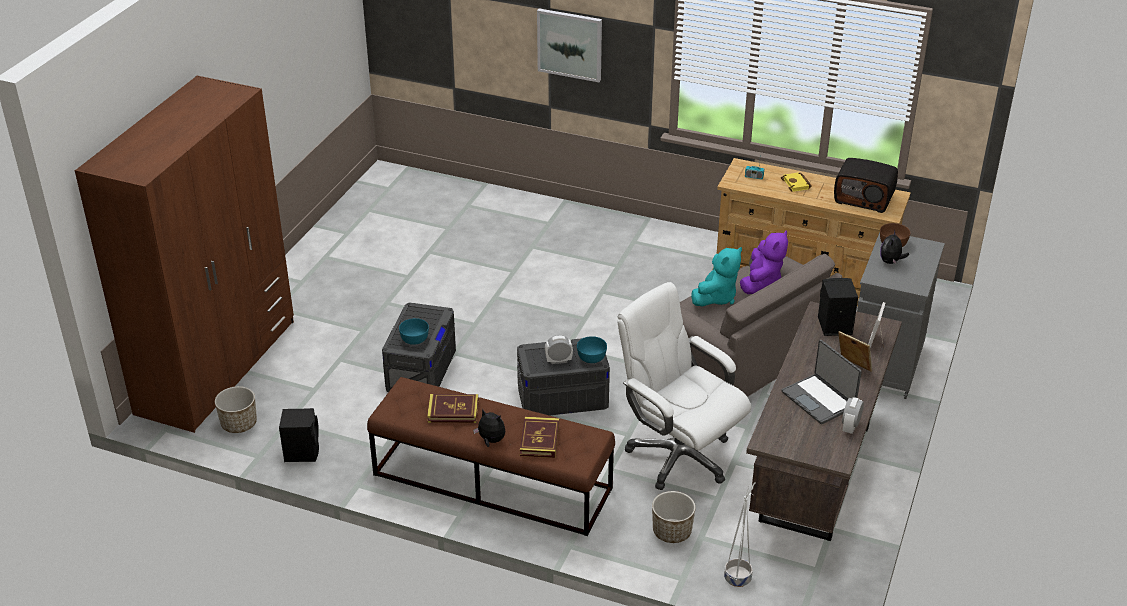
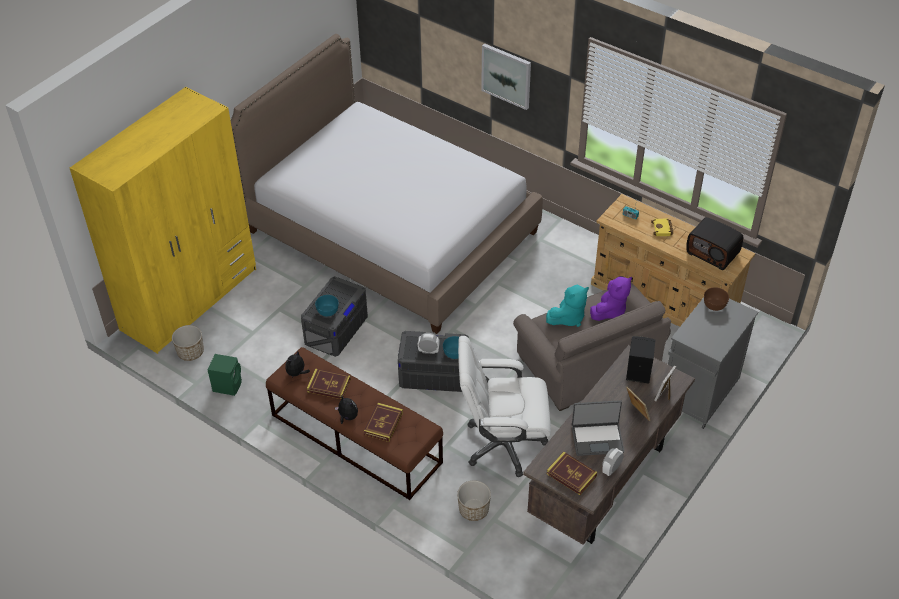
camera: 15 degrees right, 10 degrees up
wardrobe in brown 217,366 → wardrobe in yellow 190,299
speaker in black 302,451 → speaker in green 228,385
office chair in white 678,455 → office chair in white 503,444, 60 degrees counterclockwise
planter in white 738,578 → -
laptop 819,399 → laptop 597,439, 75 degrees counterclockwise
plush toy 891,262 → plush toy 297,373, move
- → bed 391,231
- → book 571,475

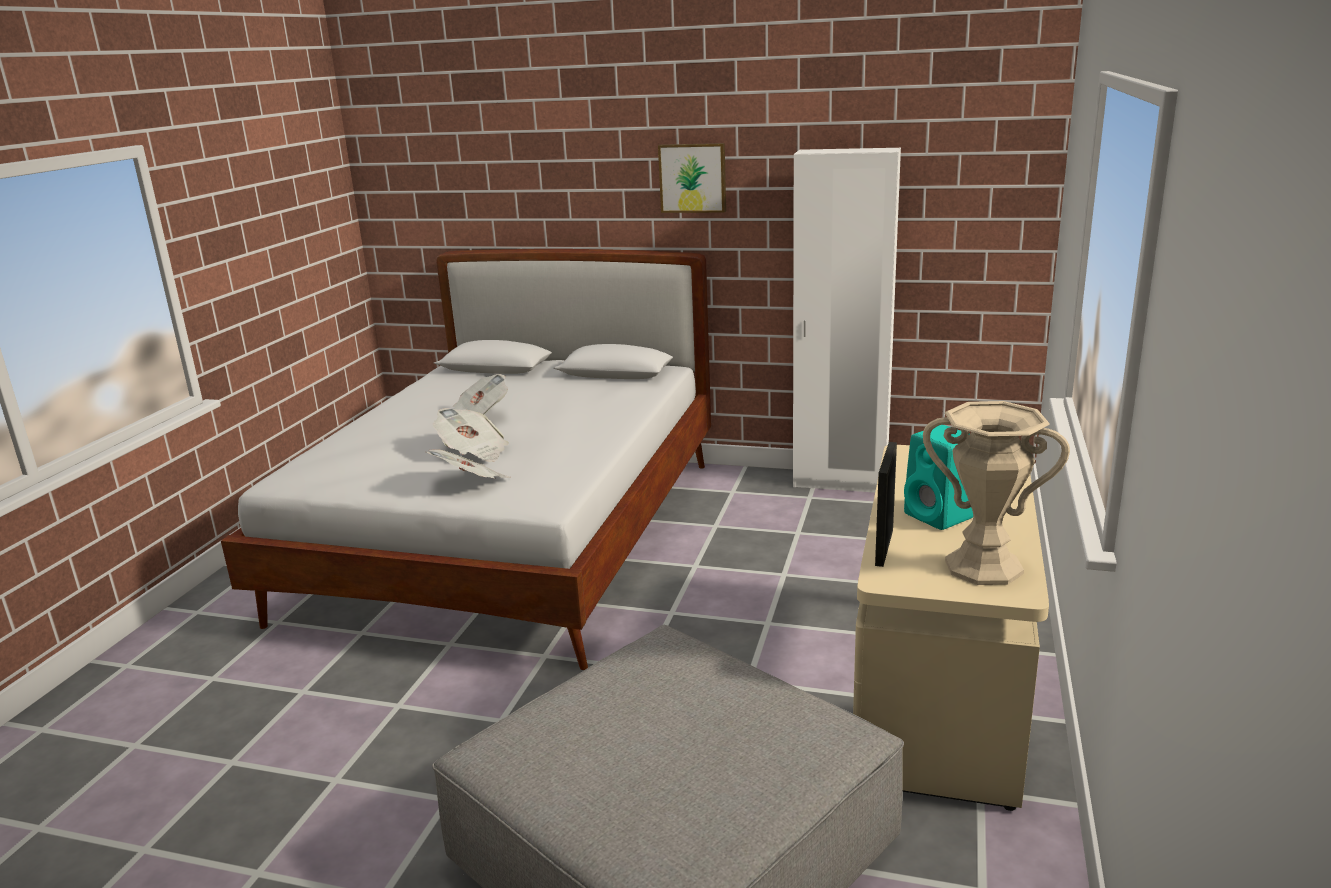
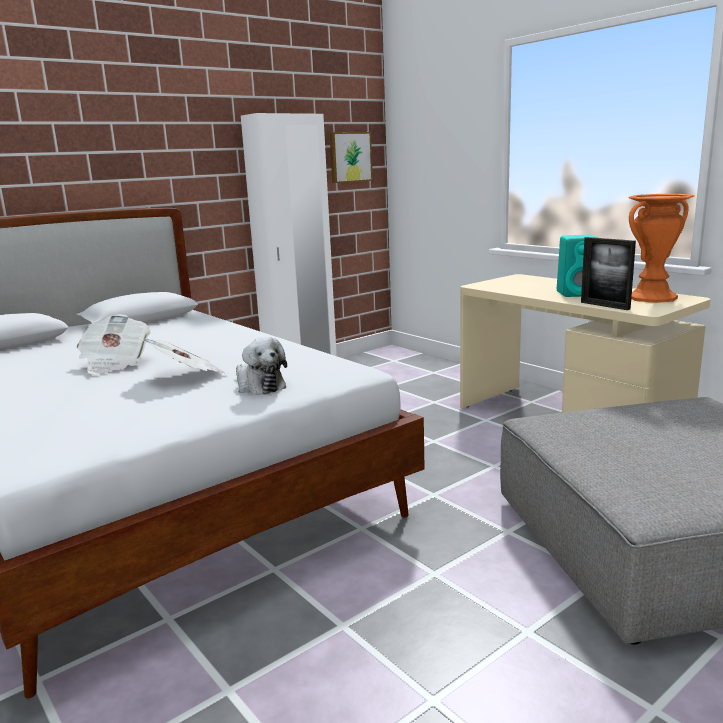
camera: 55 degrees left, 5 degrees down
newspaper 471,483 → plush toy 259,385
picture 693,178 → picture 349,157, move
vase in beige 983,567 → vase in orange 652,297

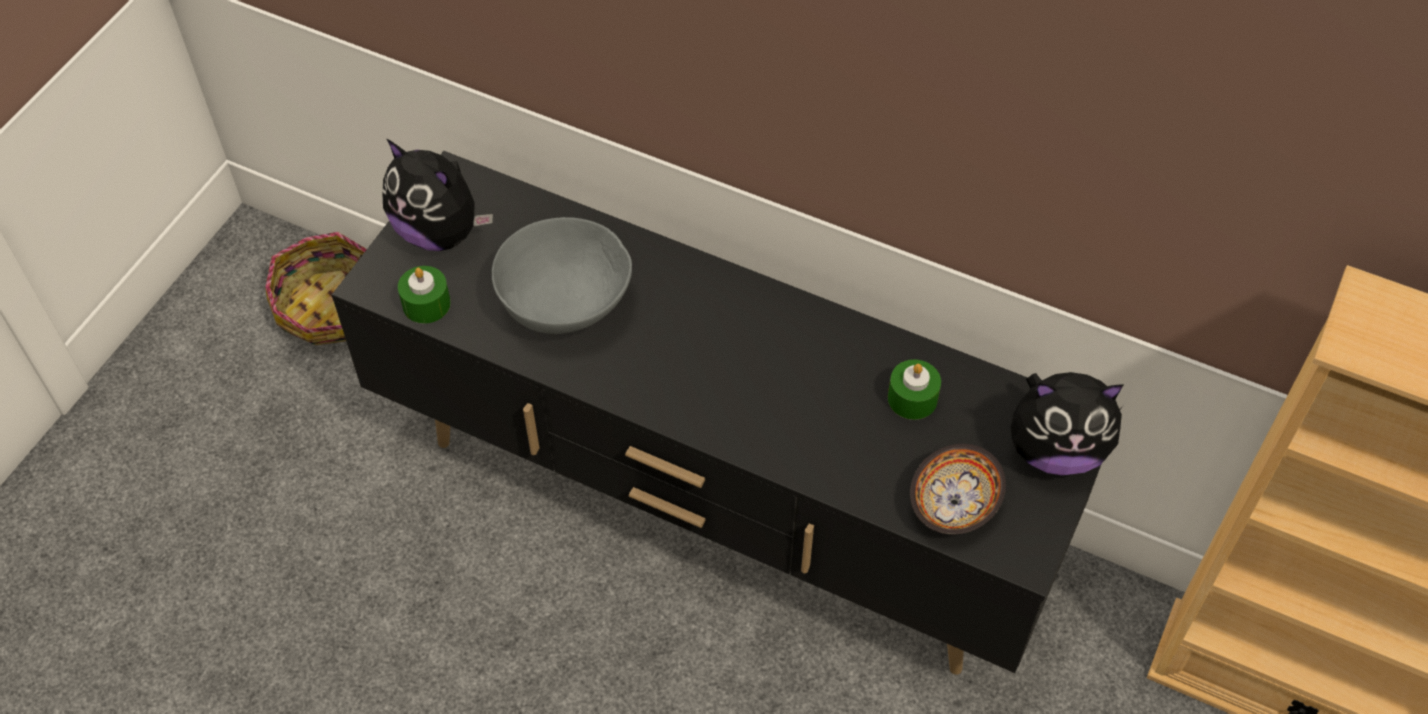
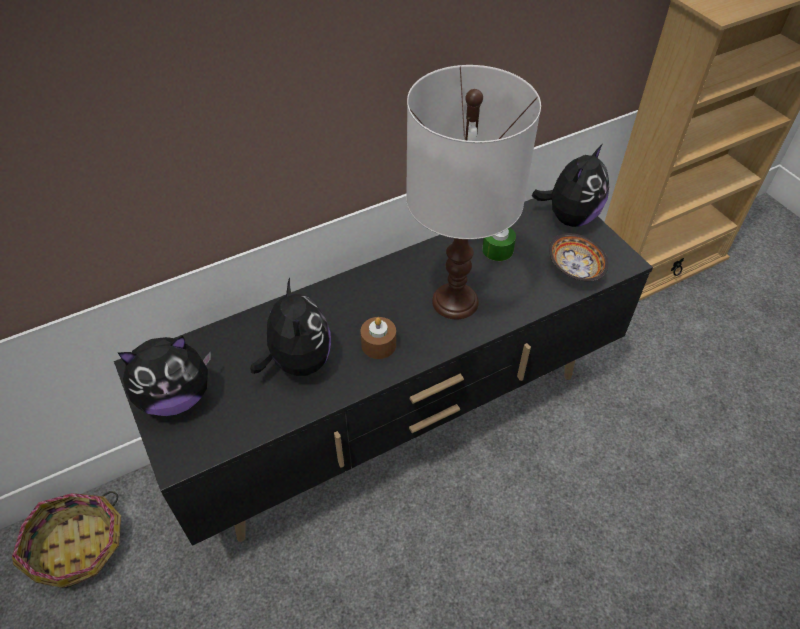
camera: 55 degrees left, 5 degrees down
candle in green 426,304 → -
bowl in grey 565,303 → plush toy 297,362
- → candle in brown 378,344
- → table lamp in white 456,301

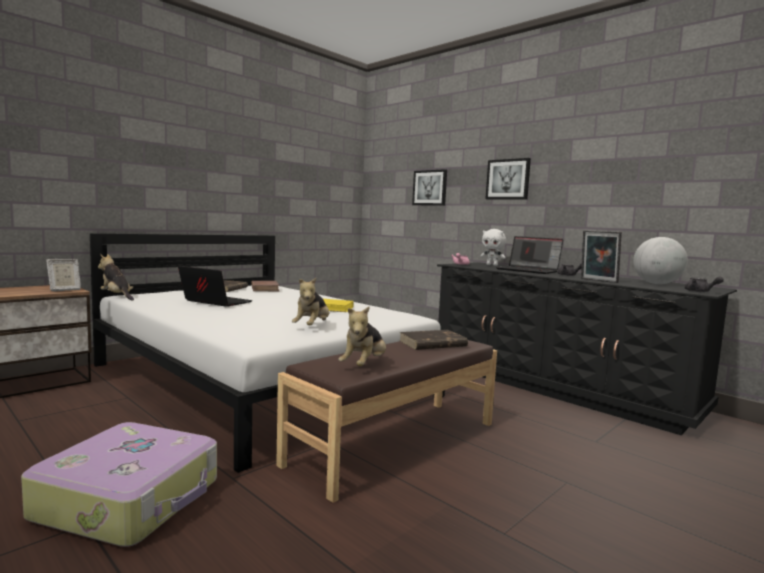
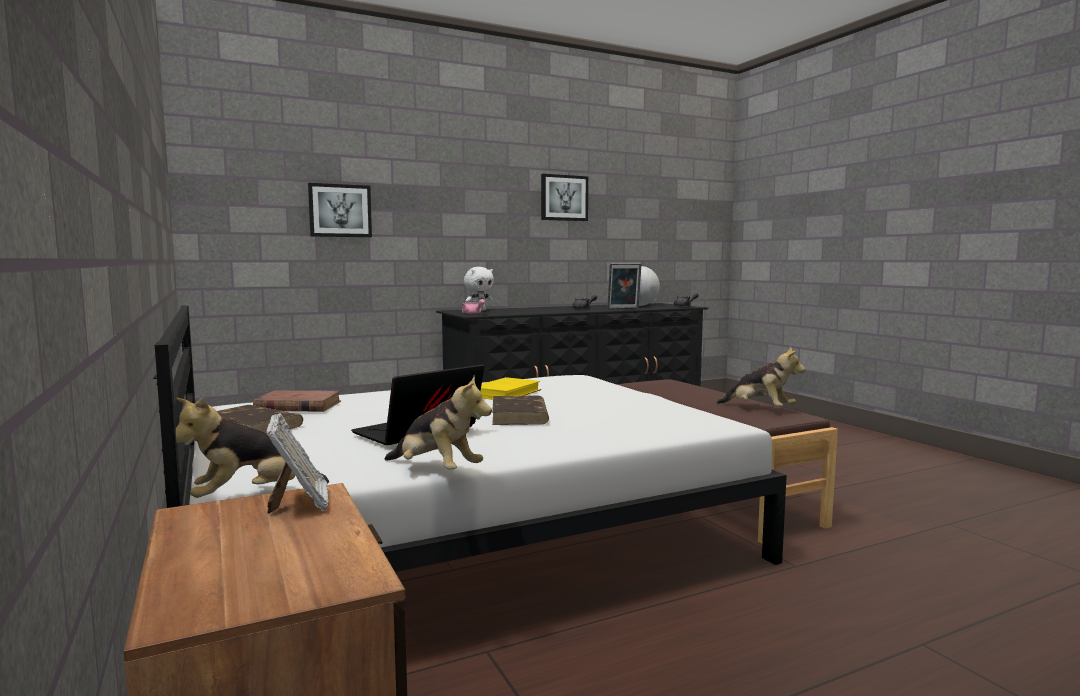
camera: 70 degrees left, 0 degrees up
suitcase 131,499 → -
plush toy 312,327 → plush toy 436,471, move
book in brown 432,344 → book in brown 519,415, move
picture 508,179 → picture 564,198, move
laptop 529,271 → -

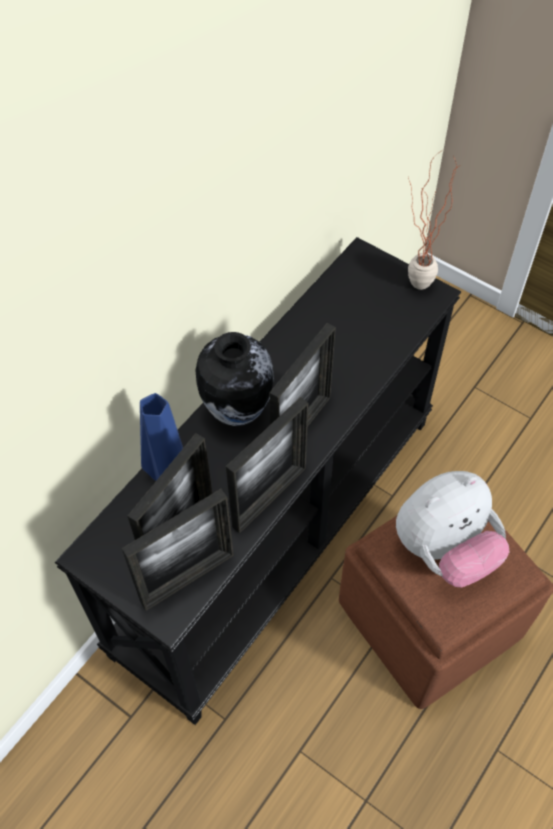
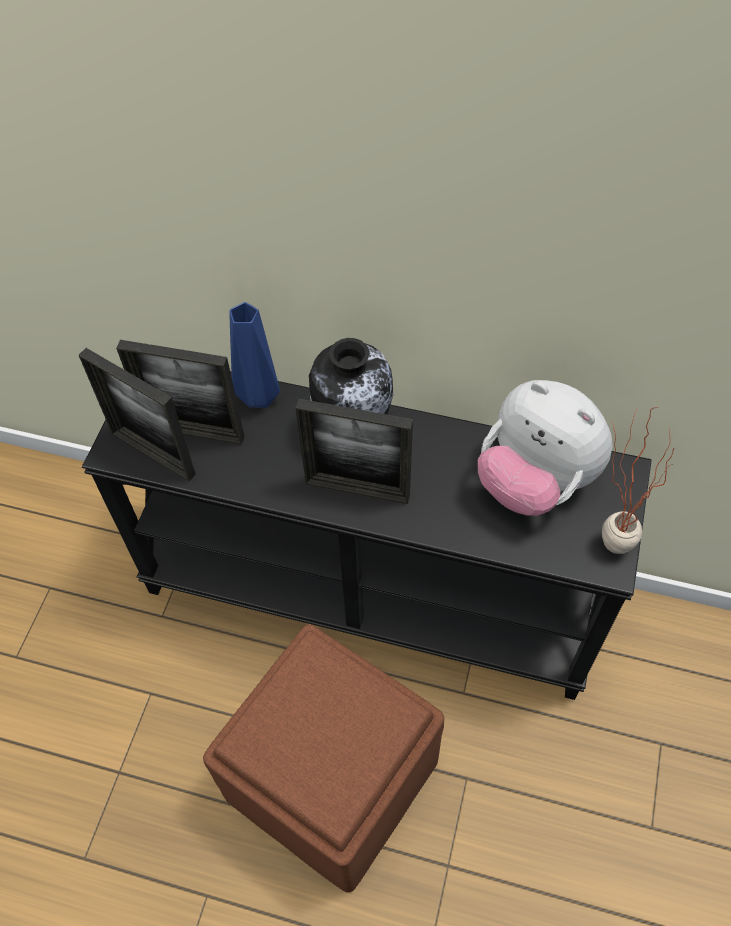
camera: 70 degrees right, 0 degrees up
picture frame 269,497 → -
plush toy 444,549 → plush toy 534,481, move

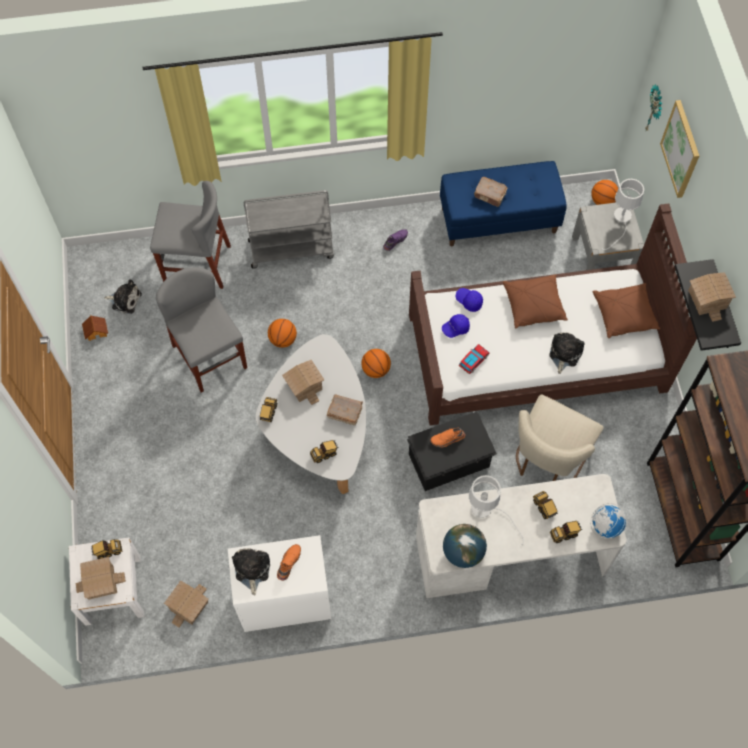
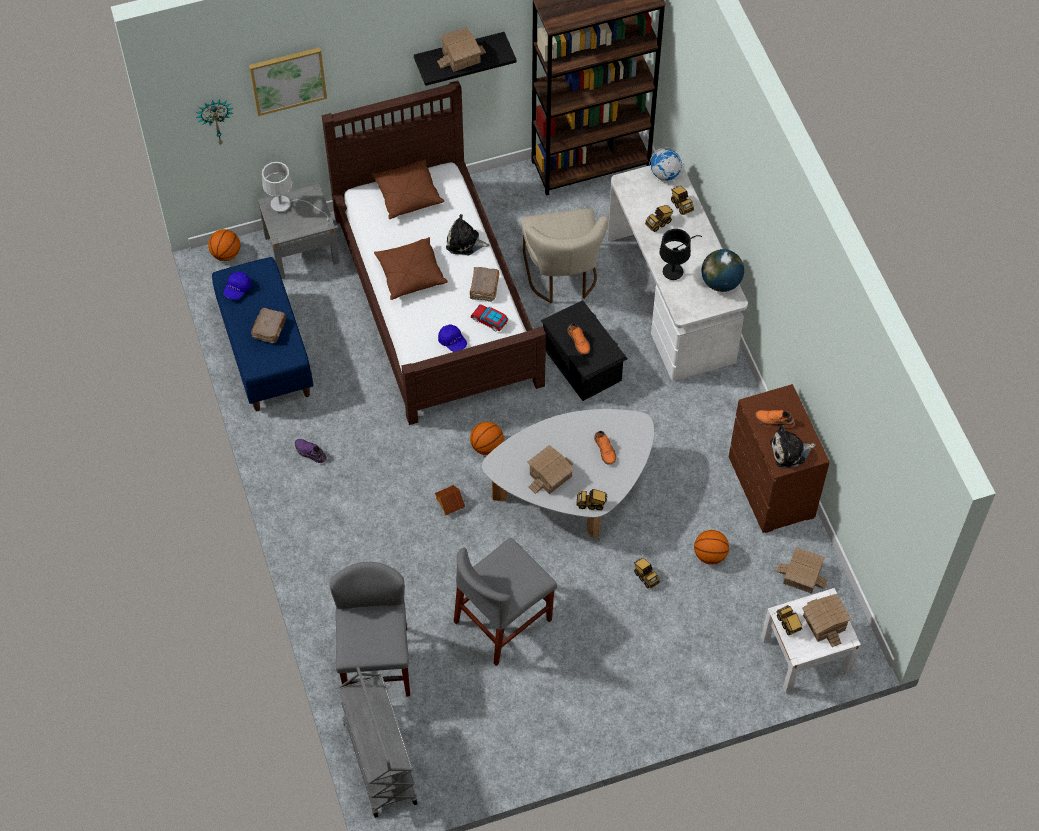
camera: 100 degrees left, 5 degrees down
toy house 96,331 → toy house 449,503, move
plush toy 125,300 → -
dresser in white 284,600 → dresser in brown 771,488
cart in grey 291,248 → cart in grey 379,761, move
basketball 283,339 → basketball 710,555, move
toy truck 324,454 → toy truck 645,577, move
book in brown 344,412 → book in brown 484,288, move
cap in blue 469,301 → cap in blue 237,289, move
table lamp in white 487,511 → table lamp in black 674,268
chair in beige 547,460 → chair in beige 562,277, 60 degrees clockwise
- → shoe in orange 605,450

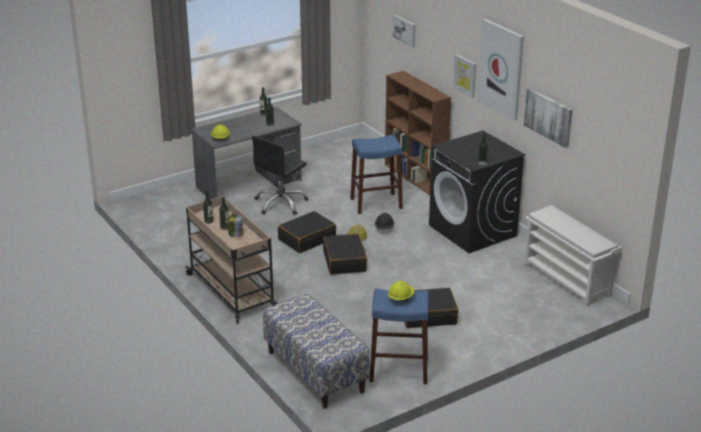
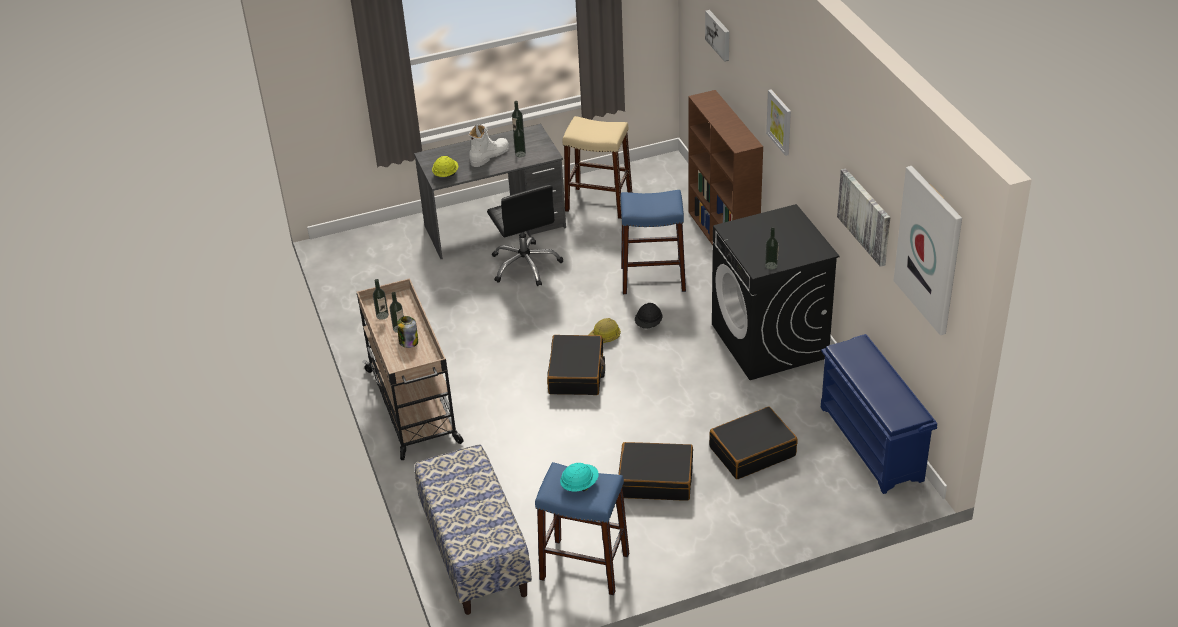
camera: 15 degrees right, 10 degrees up
office chair in black 281,203 → office chair in black 525,265, 75 degrees counterclockwise
suitcase in black 306,239 → suitcase in black 752,451, move
hard hat in yellow 400,298 → hard hat in turquoise 579,485
picture 501,69 → picture 929,250, move
shoe rack in white 567,279 → shoe rack in blue 872,444
- → boot in white 489,156
- → stool in beige 598,203

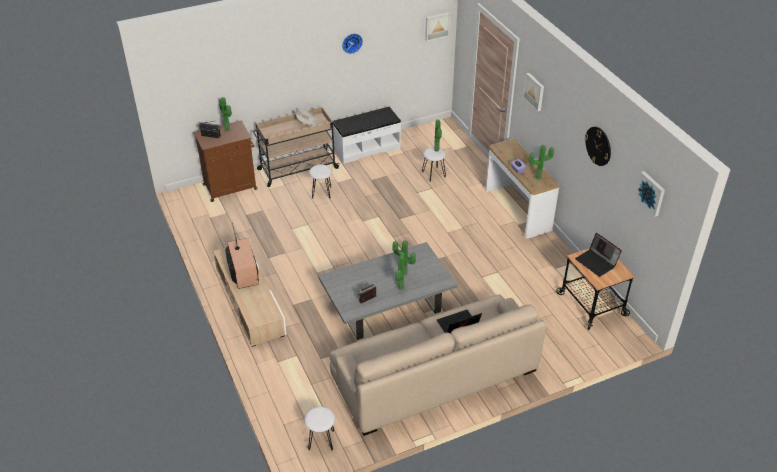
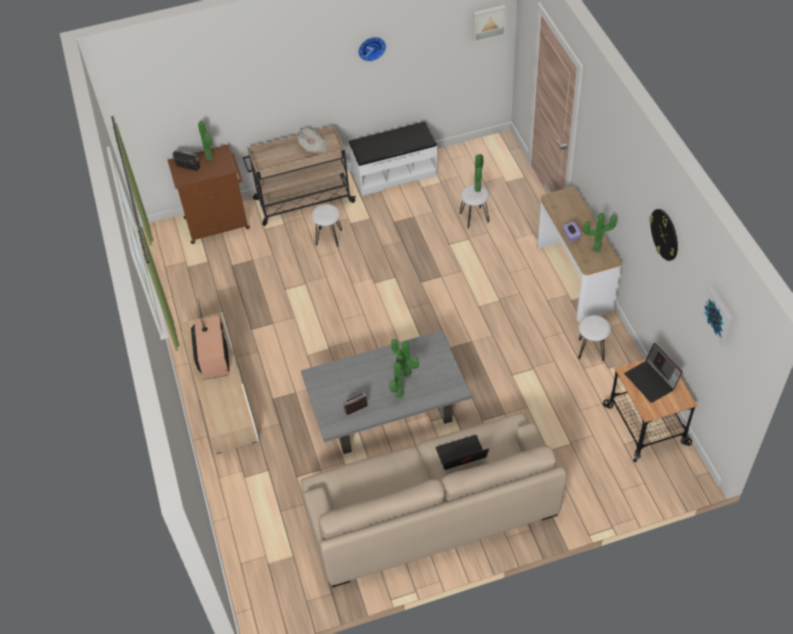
camera: 10 degrees right, 10 degrees up
stool in white 321,440 → stool in white 591,350, move
picture 534,91 → -

